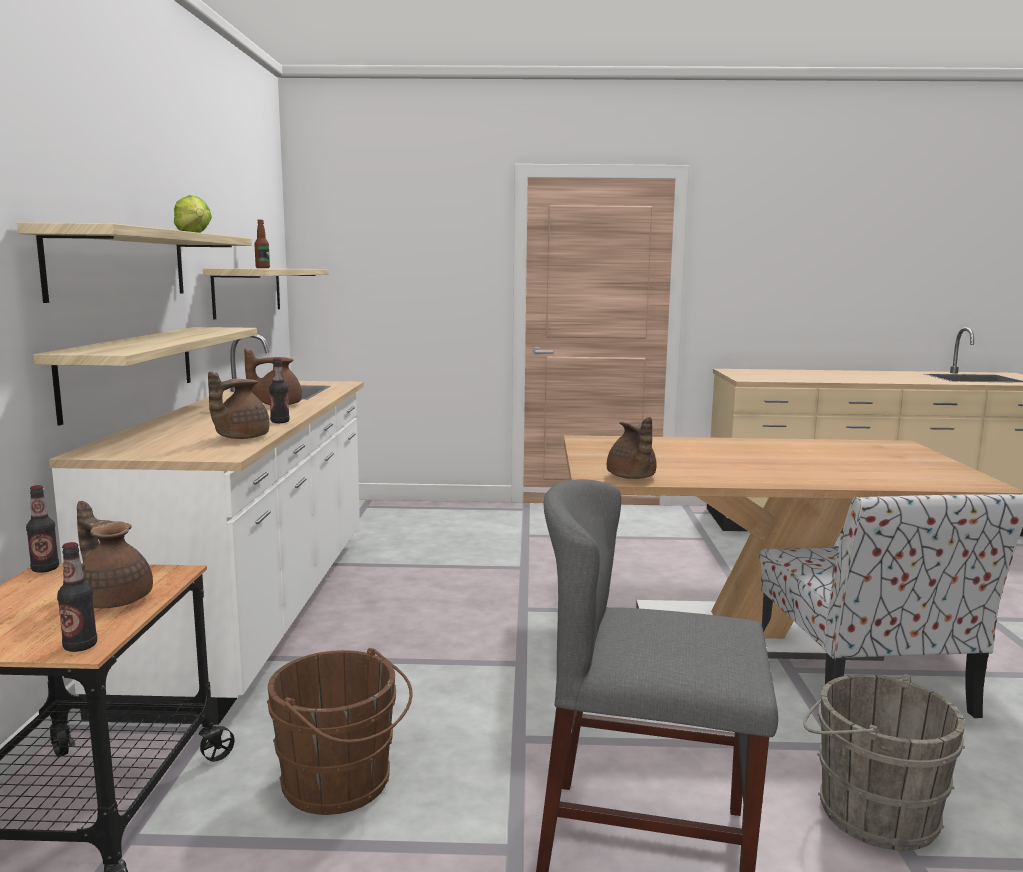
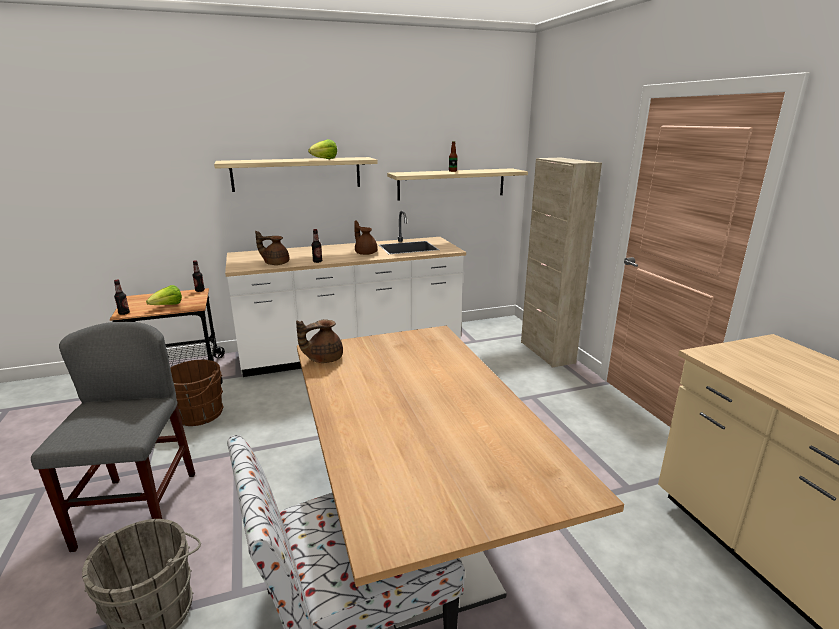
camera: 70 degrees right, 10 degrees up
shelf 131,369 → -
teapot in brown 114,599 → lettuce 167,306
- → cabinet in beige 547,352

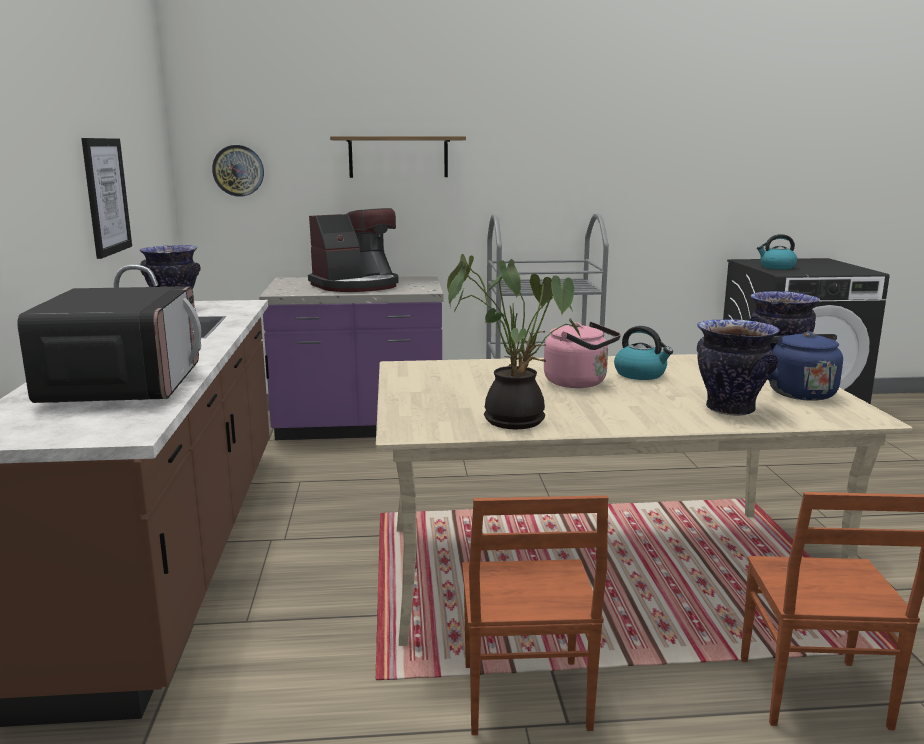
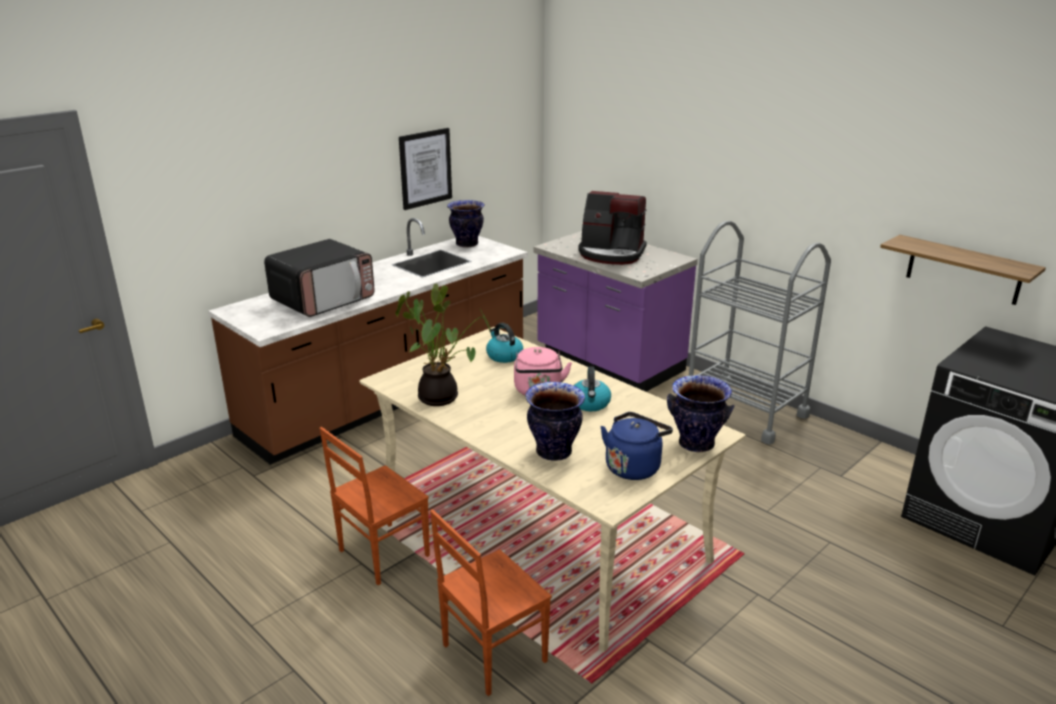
camera: 50 degrees right, 10 degrees up
wall clock 238,170 → -
shelf 398,157 → shelf 964,270, move
kettle 776,267 → kettle 504,356, move

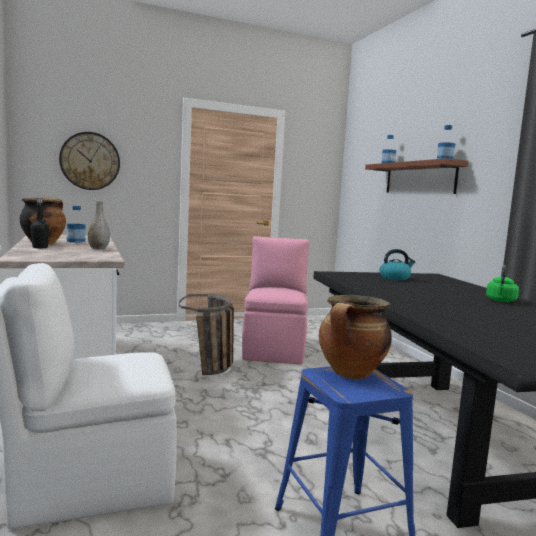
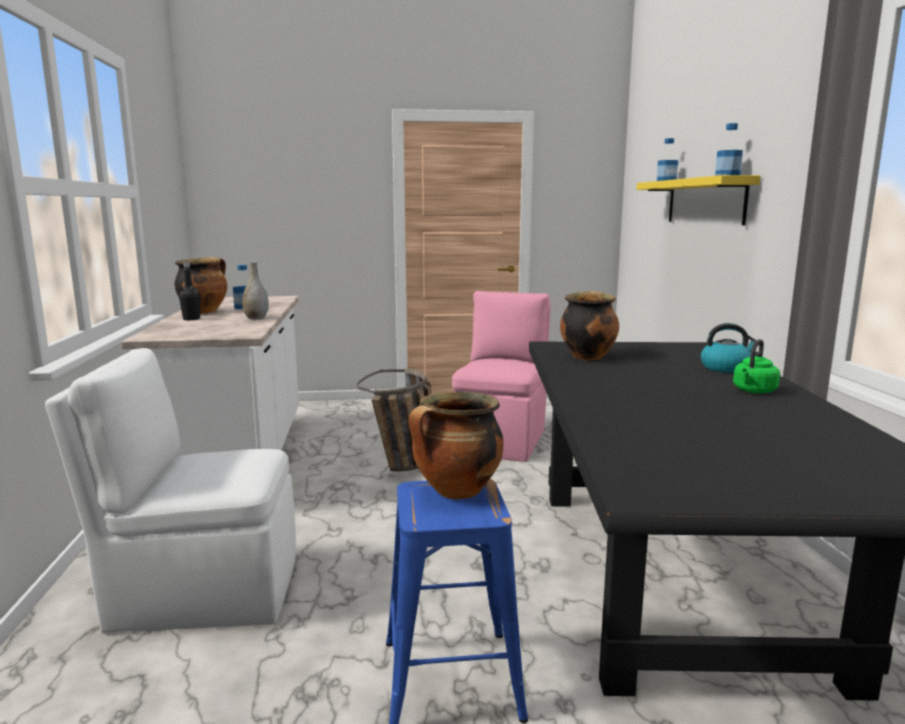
camera: 15 degrees right, 5 degrees up
wall clock 90,161 → -
shelf in brown 419,178 → shelf in yellow 705,201
kettle 395,278 → kettle 726,368, move
- → cooking pot 587,356

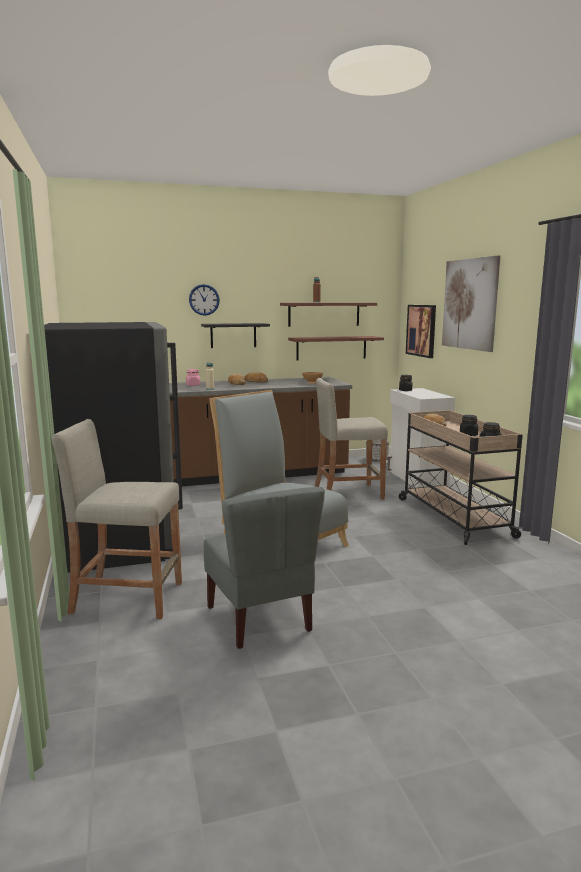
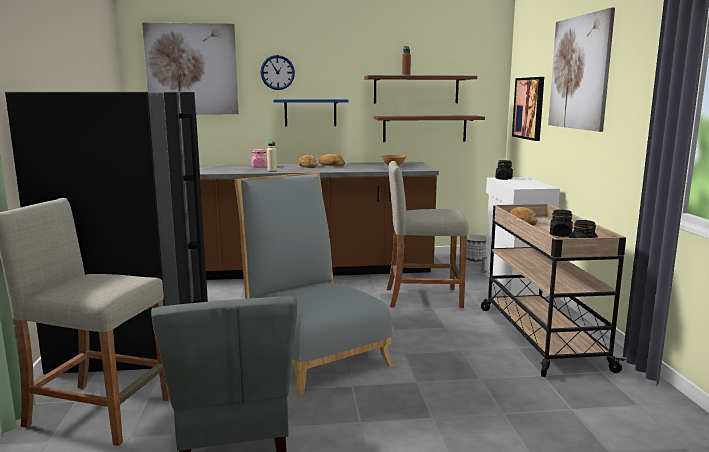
camera: 10 degrees right, 0 degrees up
shelf in black 233,335 → shelf in blue 310,112
- → picture 191,69

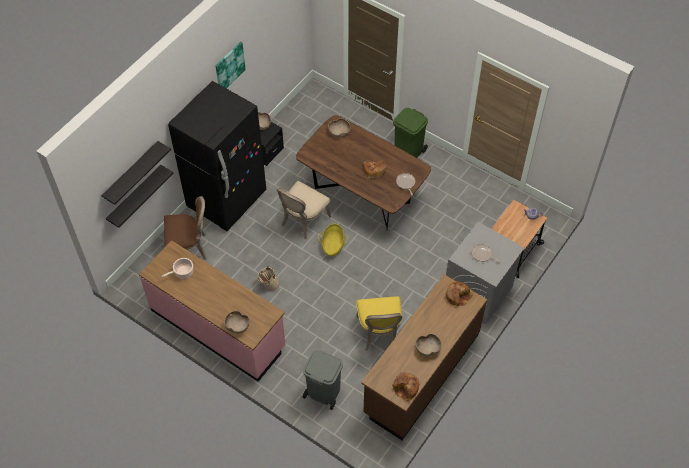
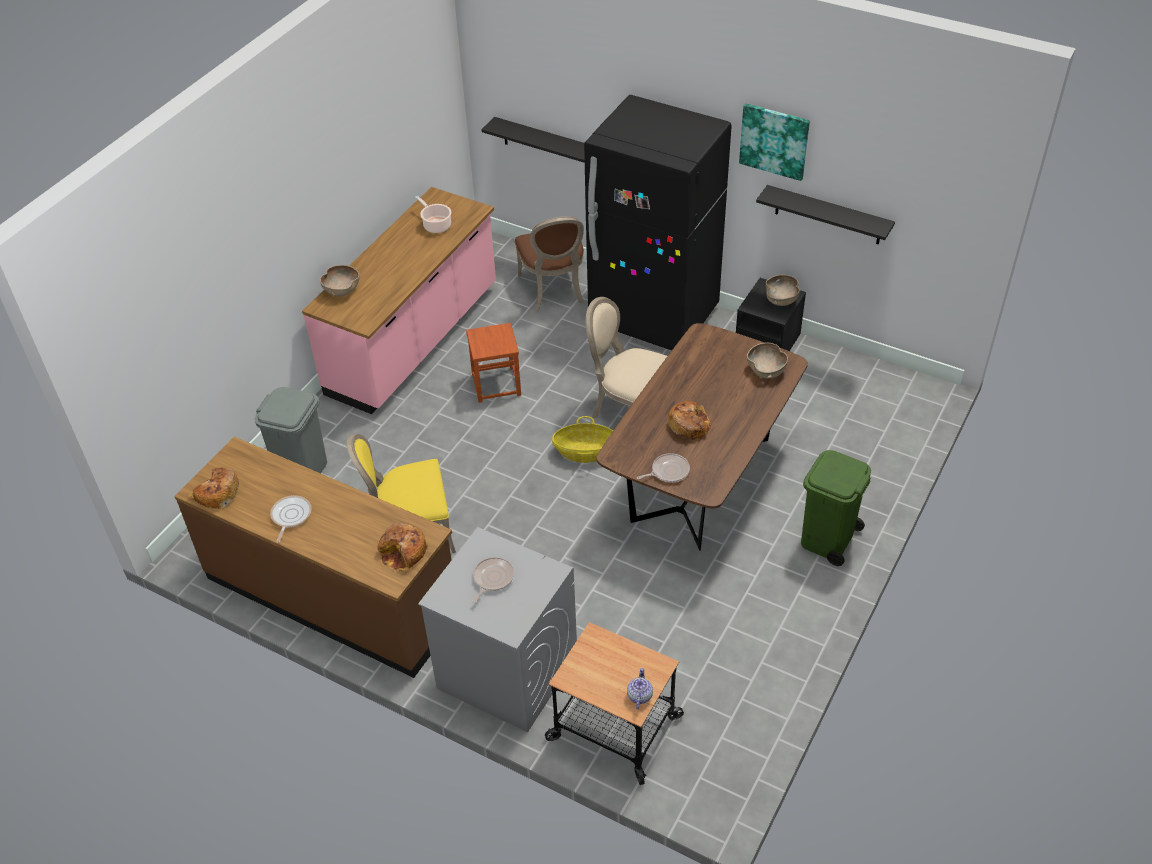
camera: 85 degrees right, 10 degrees down
shelf in black 131,173 → shelf in black 828,215, move
bucket in beige 268,285 → stool in brown 496,384
bowl in brown 427,349 → frying pan 290,516

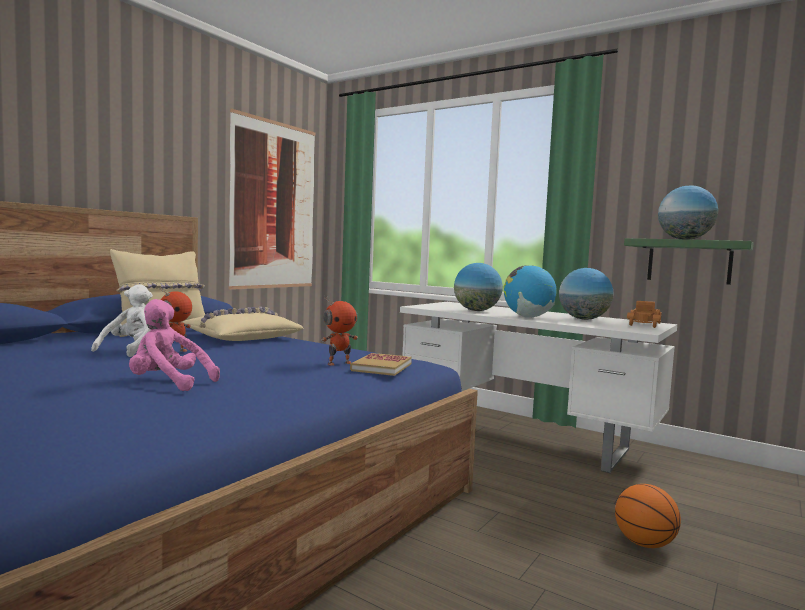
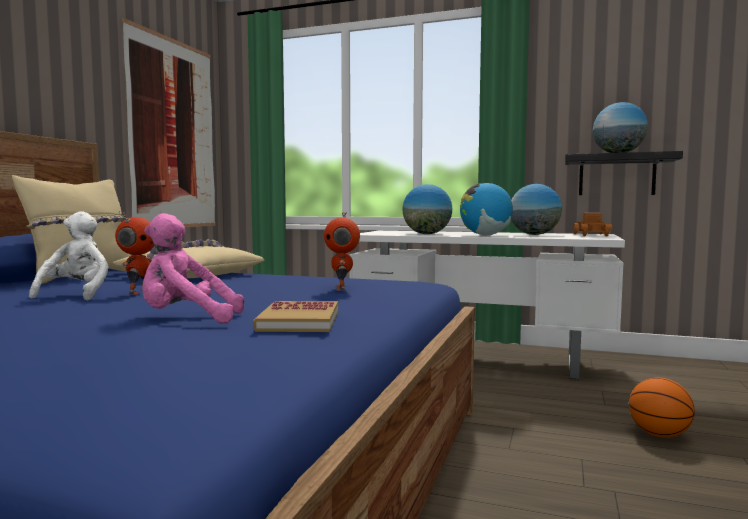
camera: 15 degrees left, 0 degrees up
toy robot 339,363 → toy robot 342,288, 135 degrees clockwise
book 381,367 → book 299,321, move
shelf in green 689,261 → shelf in black 616,175

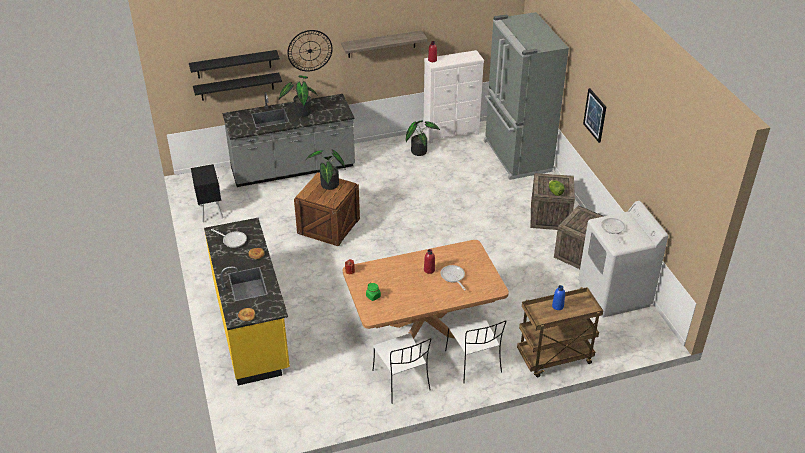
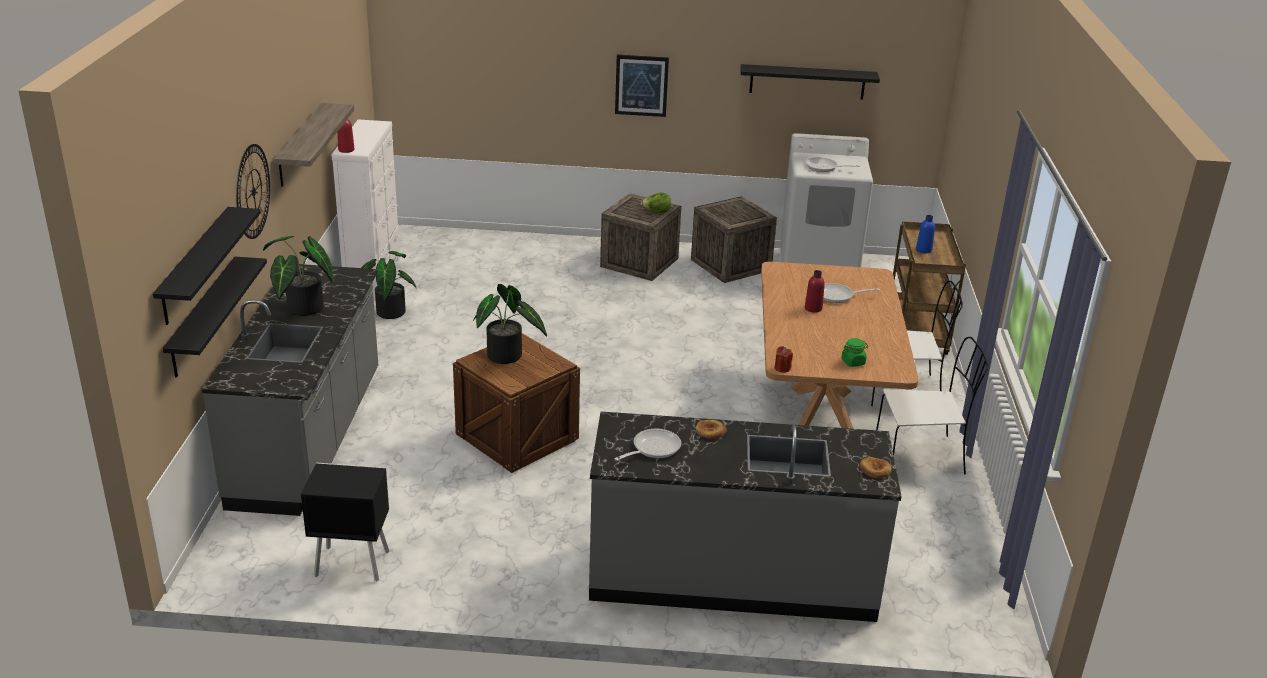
camera: 70 degrees left, 10 degrees down
counter in yellow 252,326 → counter in grey 732,576
fridge in grey 516,156 → -
- → shelf in black 807,82

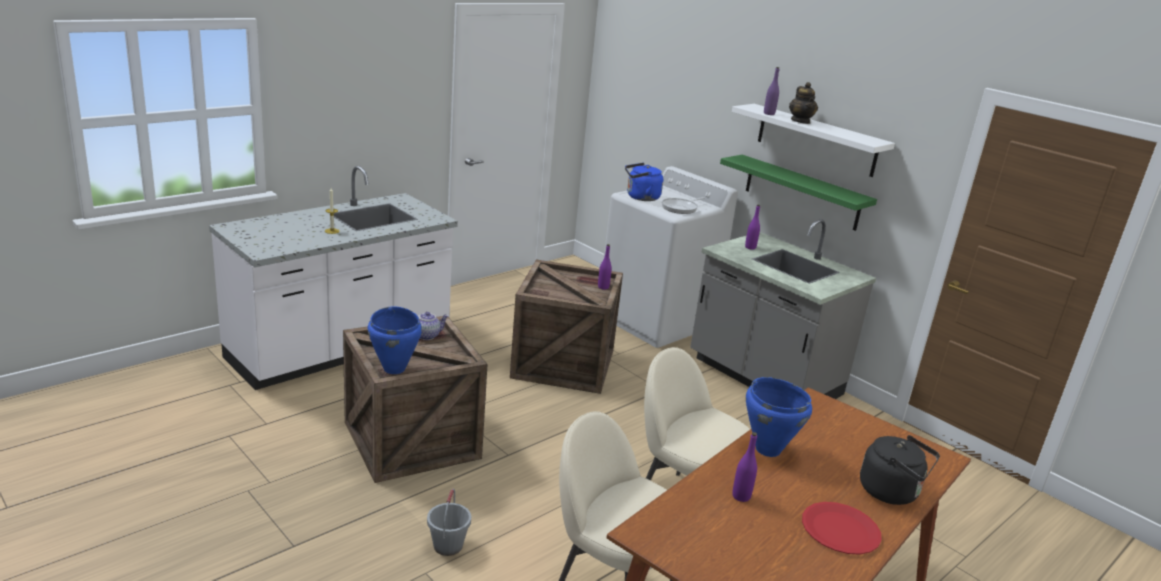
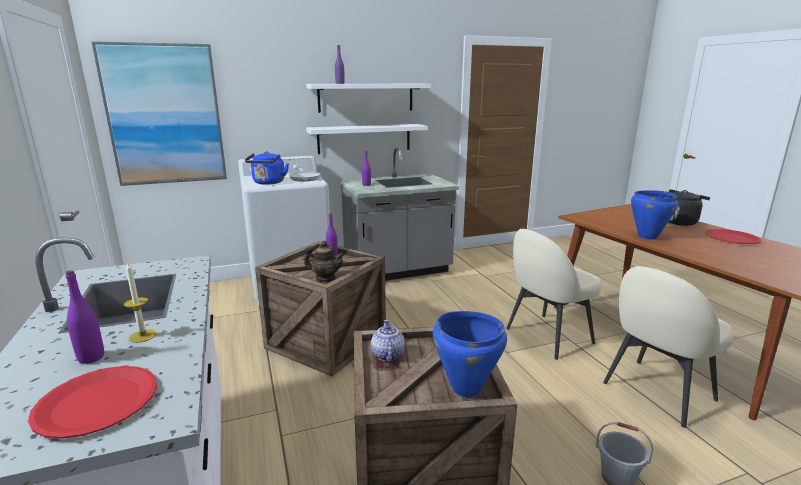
camera: 65 degrees left, 5 degrees down
shelf in green 802,192 → shelf in white 364,138
bottle in purple 741,496 → bottle in purple 91,358, move
teapot 800,121 → teapot 325,278, move
- → plate in red 97,403
- → picture 165,115

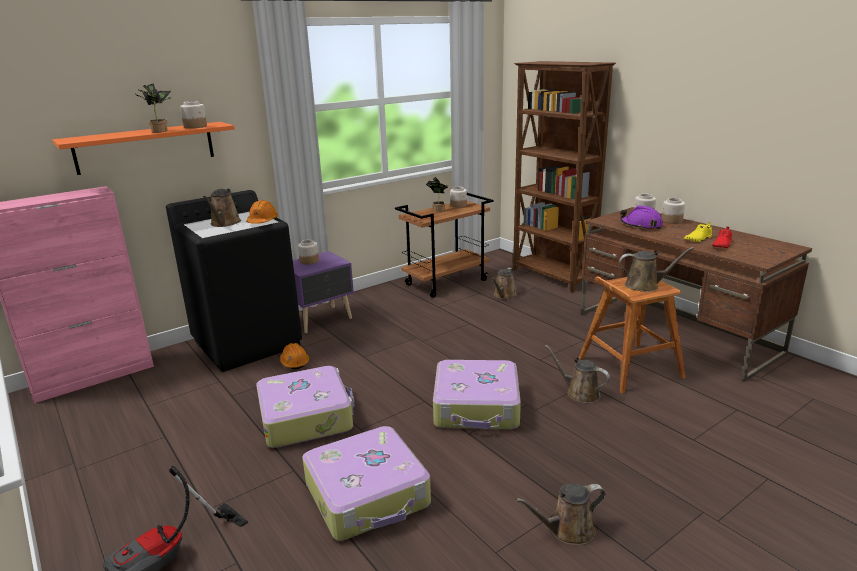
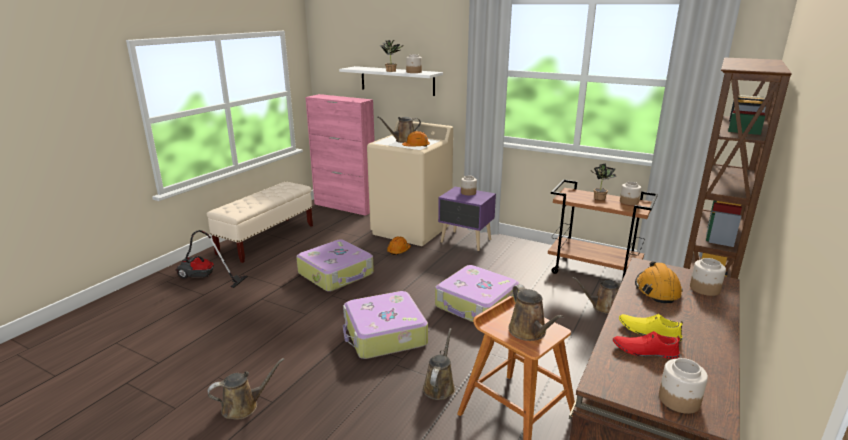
camera: 65 degrees right, 0 degrees up
shelf in orange 145,147 → shelf in white 397,80
washing machine in black 248,343 → washing machine in beige 412,229
suitcase 368,495 → suitcase 476,305, move
watering can in brown 567,530 → watering can in brown 243,406, 105 degrees clockwise
hard hat in purple 641,225 → hard hat in orange 657,290
jar 671,221 → jar 678,400, move
- → bench in beige 267,239

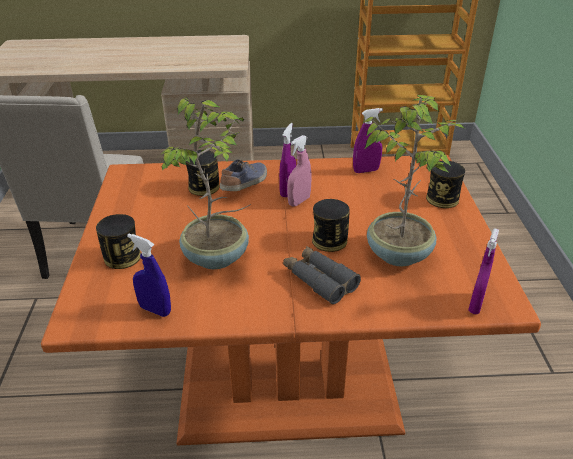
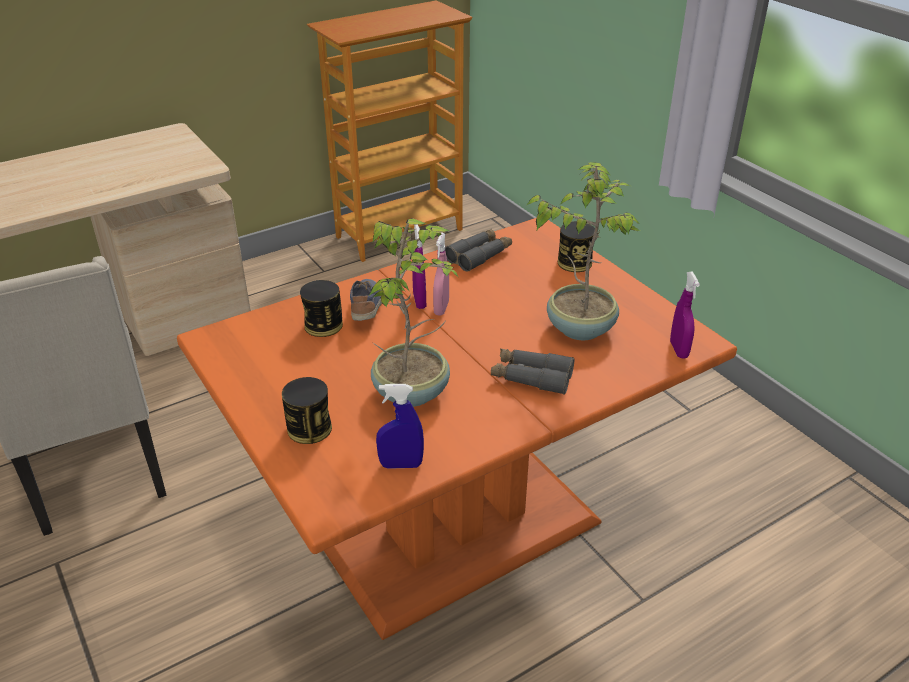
camera: 30 degrees left, 0 degrees up
can 329,240 → -
spray bottle in purple 366,170 → binoculars in grey 479,255

